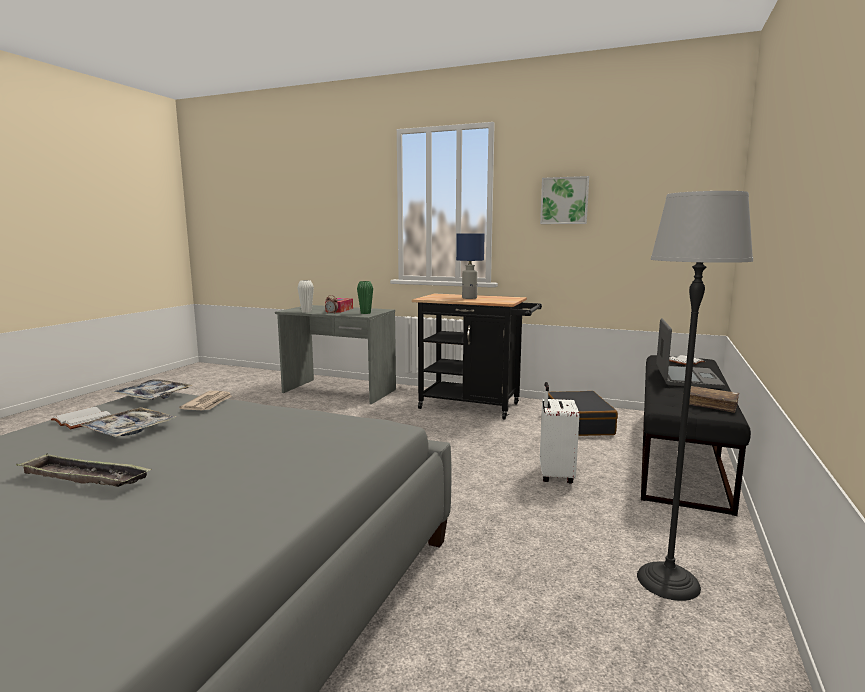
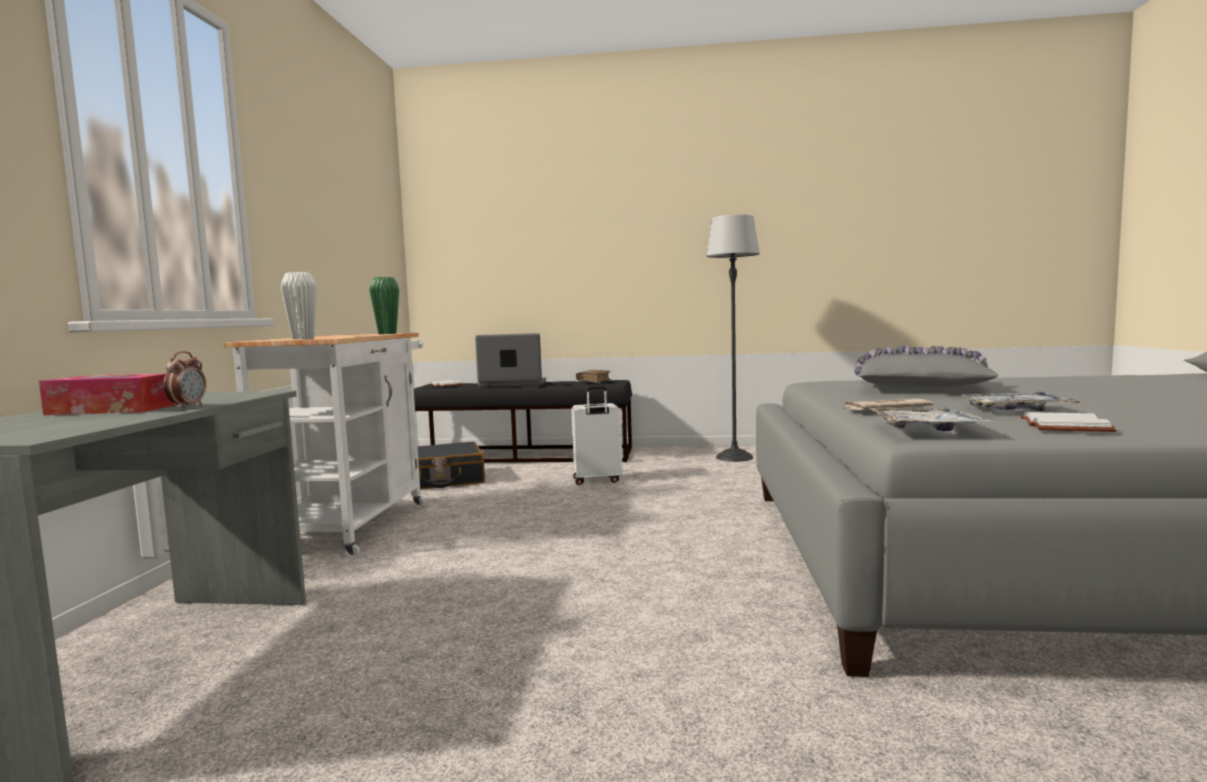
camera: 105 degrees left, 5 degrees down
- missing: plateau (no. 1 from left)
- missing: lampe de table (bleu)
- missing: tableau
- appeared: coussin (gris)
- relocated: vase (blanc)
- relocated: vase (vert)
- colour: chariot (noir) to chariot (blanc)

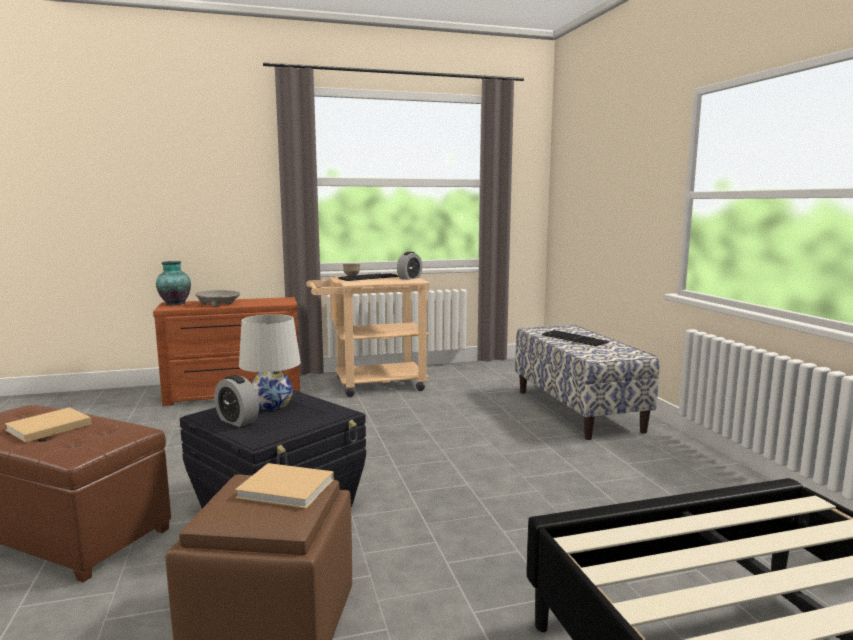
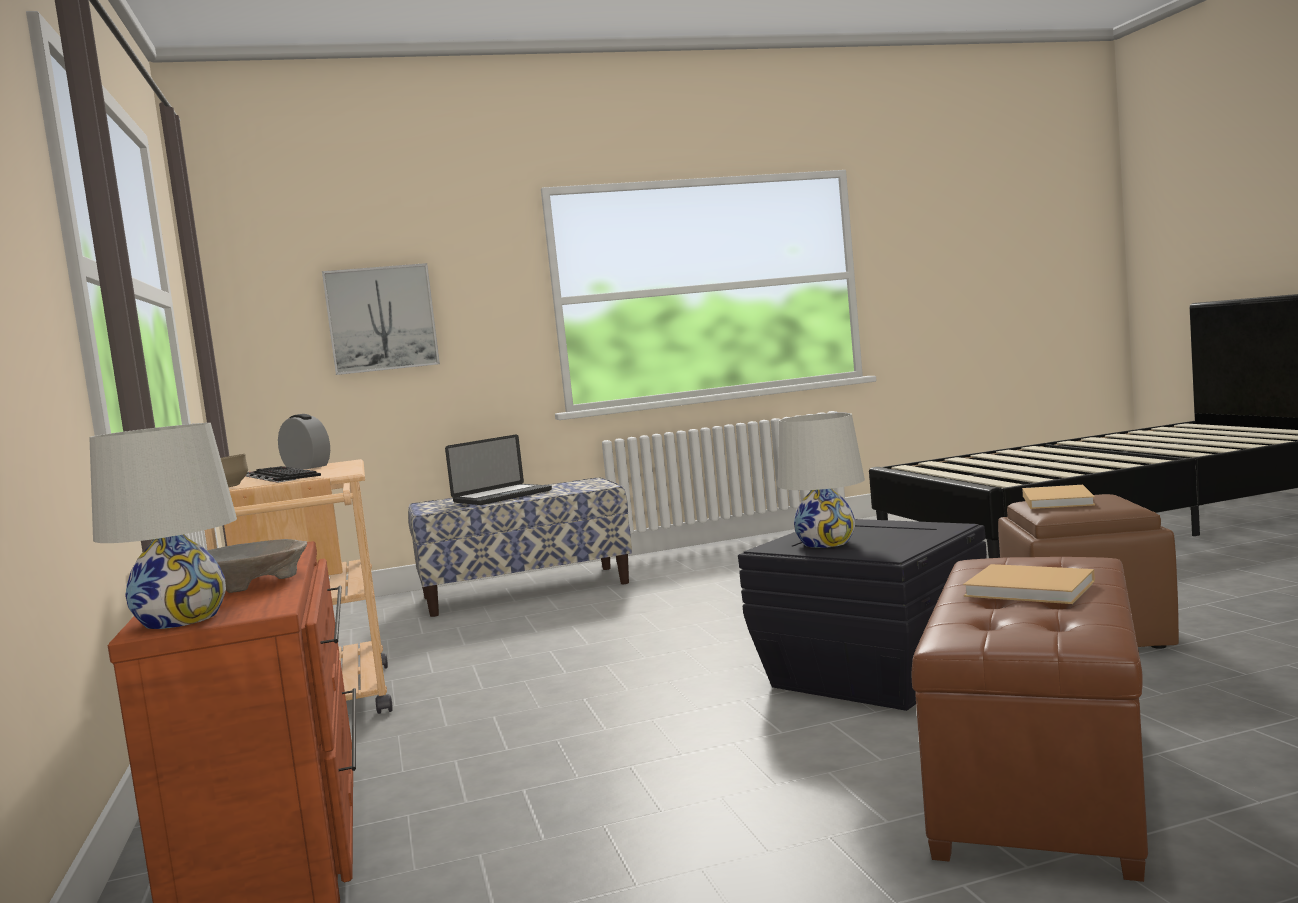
camera: 90 degrees left, 5 degrees down
- missing: réveil (no. 1 from left)
- appeared: tableau
- exchanged: vase to lampe de table (blanc) (no. 1 from left)
- exchanged: clavier (no. 2 from left) to ordinateur portable

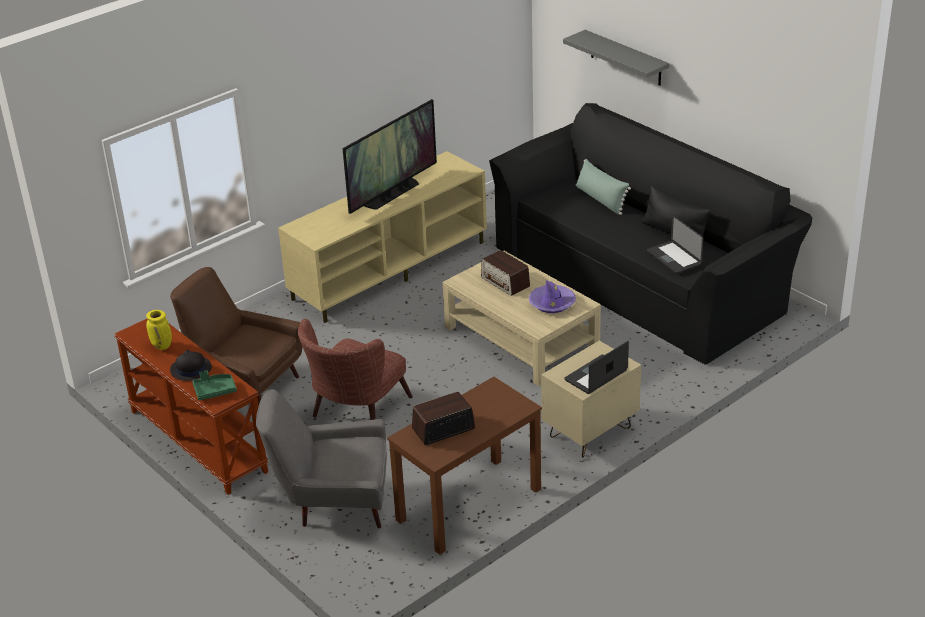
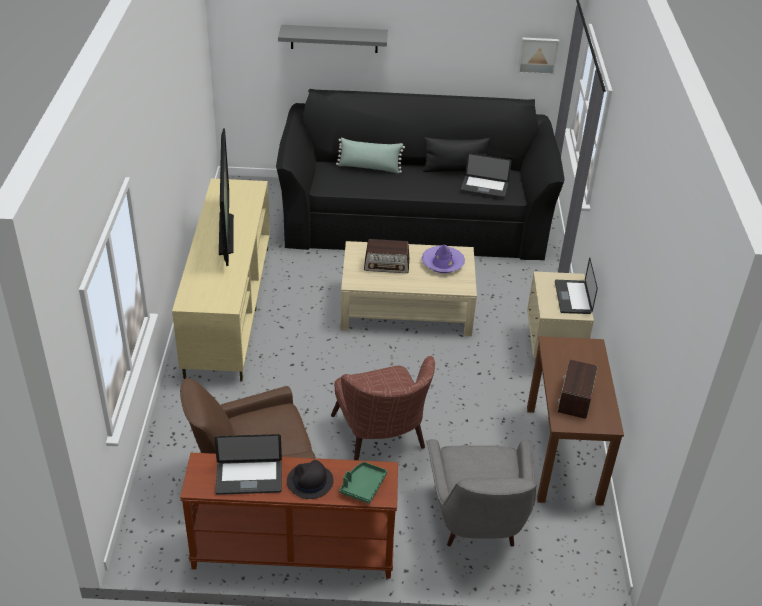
camera: 50 degrees left, 5 degrees up
- appeared: tableau
- exchanged: vase (jaune) to ordinateur portable (no. 1 from left)
- spun: fauteuil (gris) 45 degrees counterclockwise

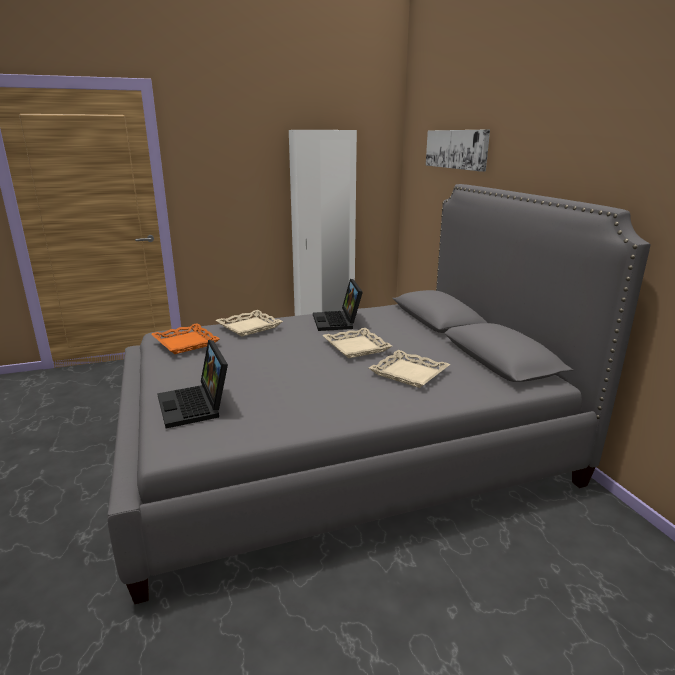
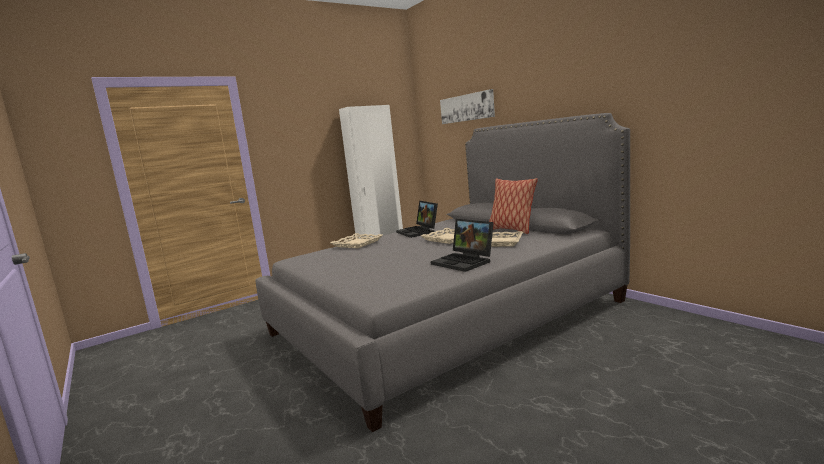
camera: 15 degrees left, 10 degrees down
- missing: plateau (orange)
- appeared: coussin
- relocated: ordinateur portable (no. 1 from left in the first image) to ordinateur portable (no. 2 from left)

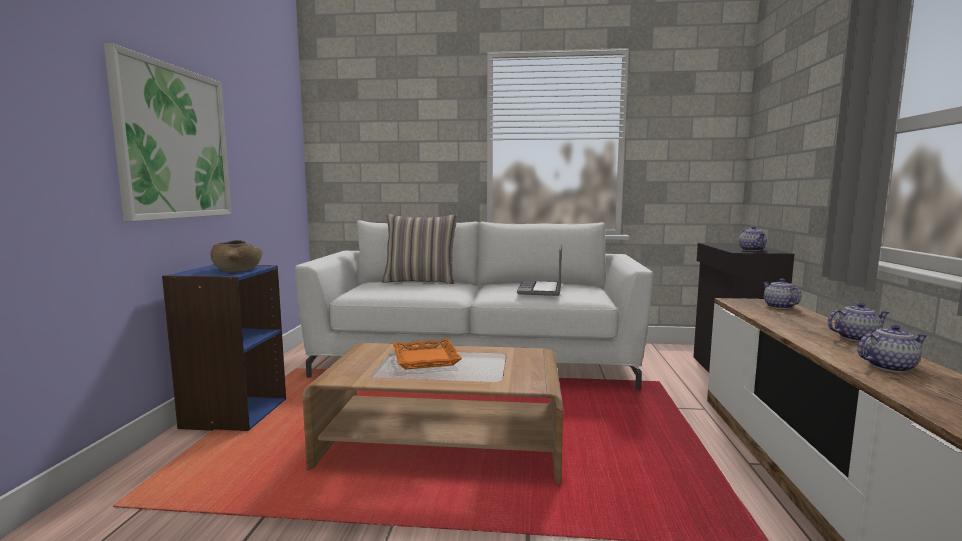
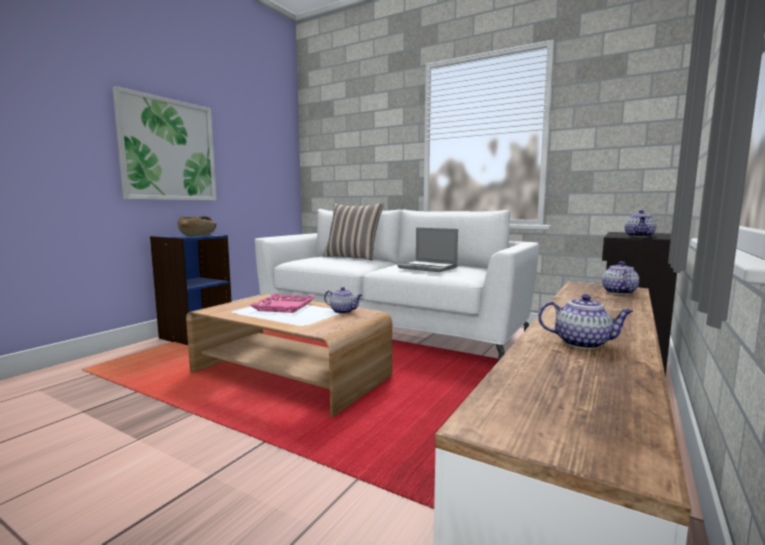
camera: 25 degrees right, 0 degrees up
- relocated: théière (no. 3 from left in the first image) to théière (no. 1 from left)
- colour: plateau (orange) to plateau (rose)
- spun: ordinateur portable 90 degrees counterclockwise

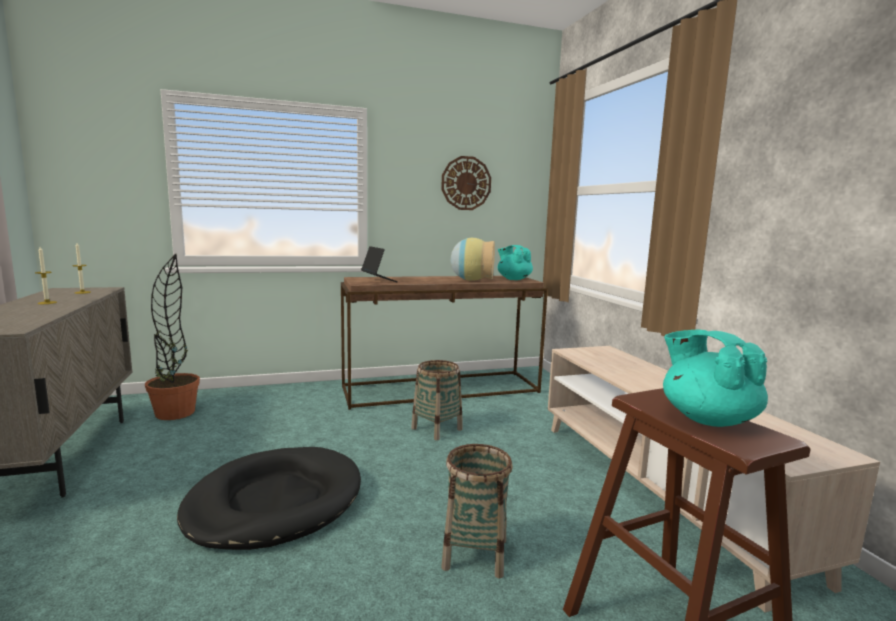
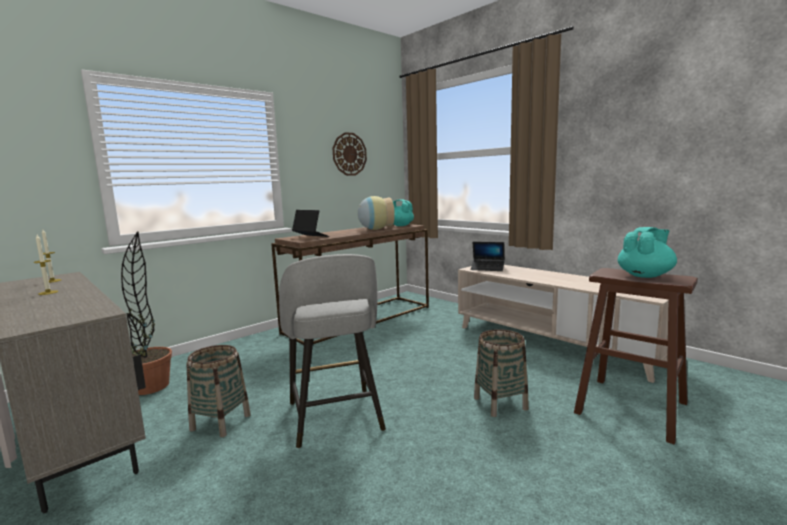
camera: 25 degrees left, 0 degrees up
- appeared: ordinateur portable (no. 2 from left)
- relocated: panier (no. 1 from left)
- exchanged: panier pour chien (noir) to tabouret (gris)
- spun: théière (turquoise) (no. 2 from left) 105 degrees clockwise

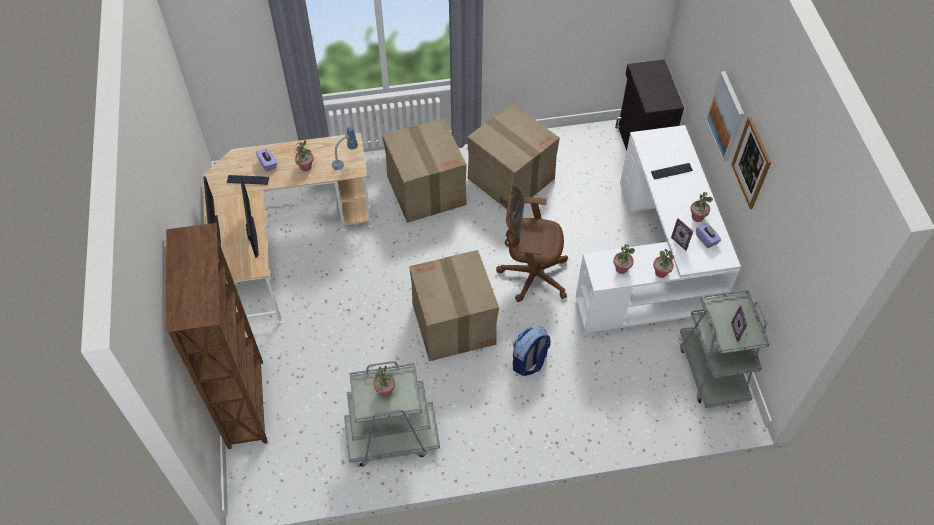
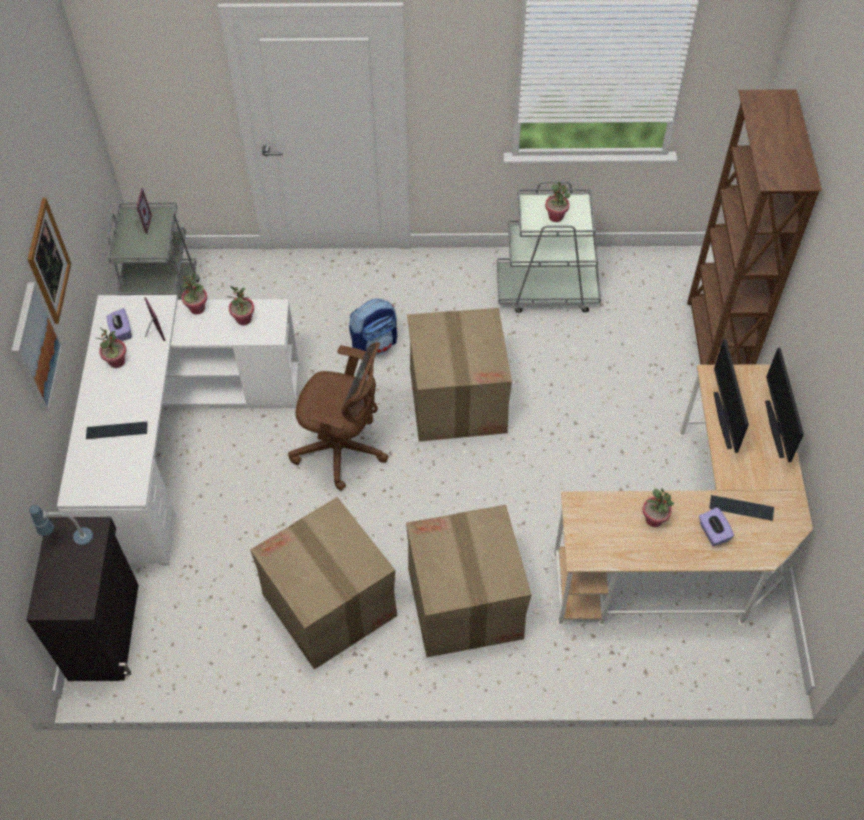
camera: 170 degrees left, 0 degrees up
- relocated: lampe de table

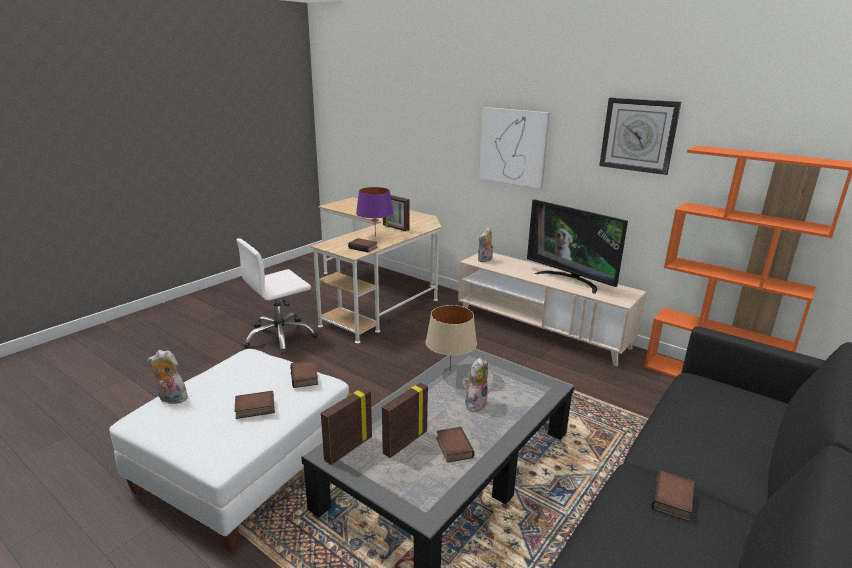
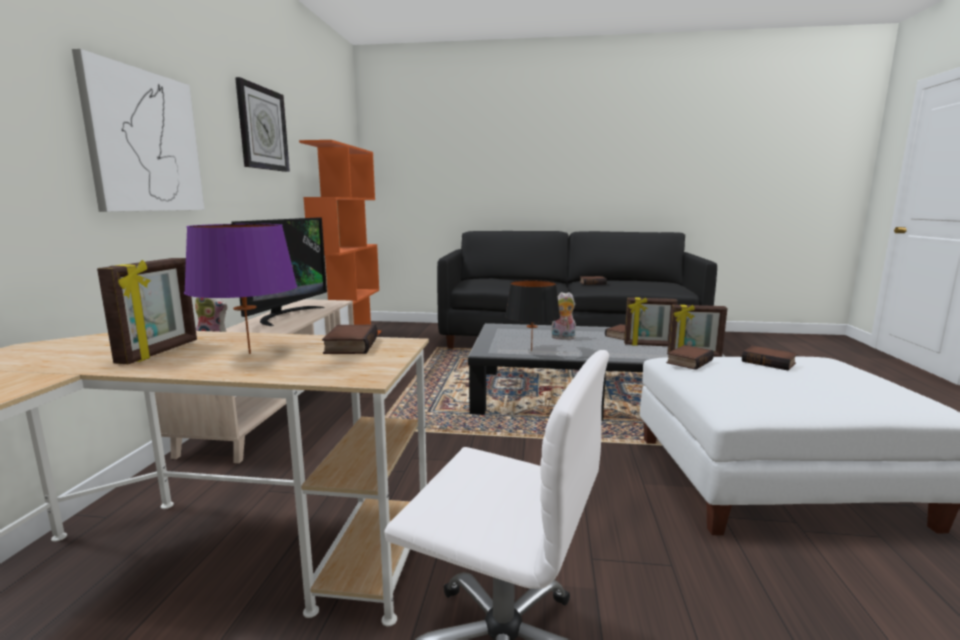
camera: 120 degrees left, 10 degrees down
- missing: peluche (no. 1 from left)
- colour: lampe de table (beige) to lampe de table (noir)

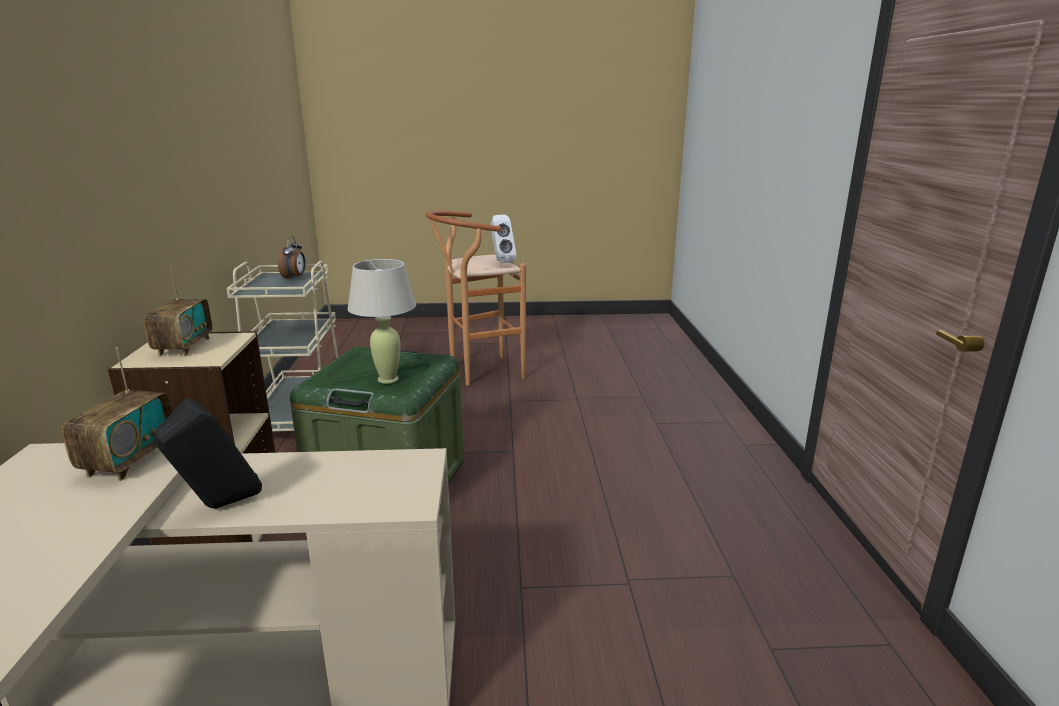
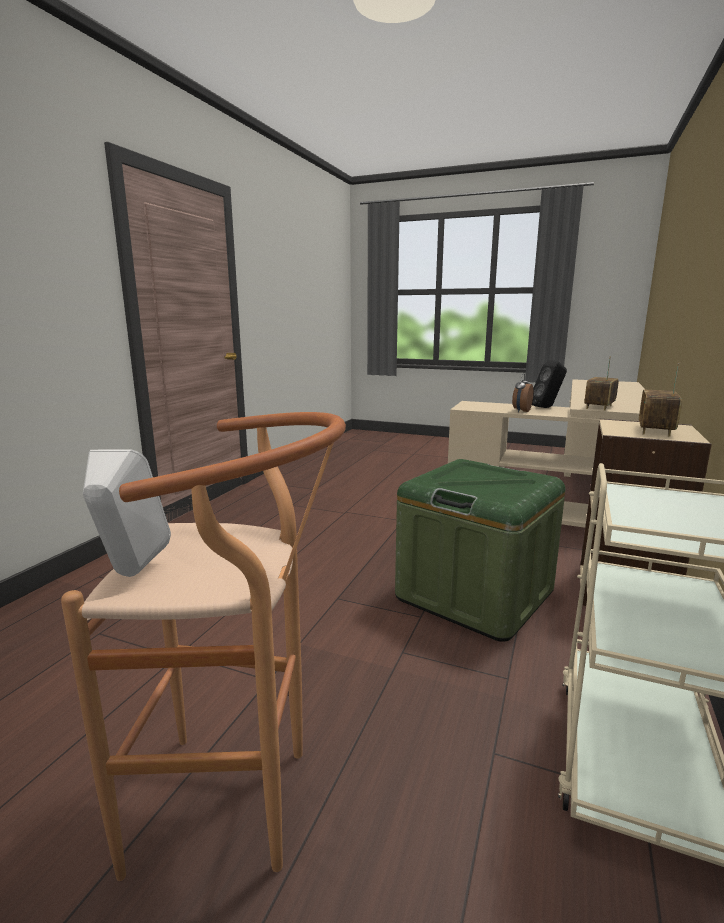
camera: 155 degrees left, 5 degrees down
- missing: lampe de table (beige)
- relocated: réveil

